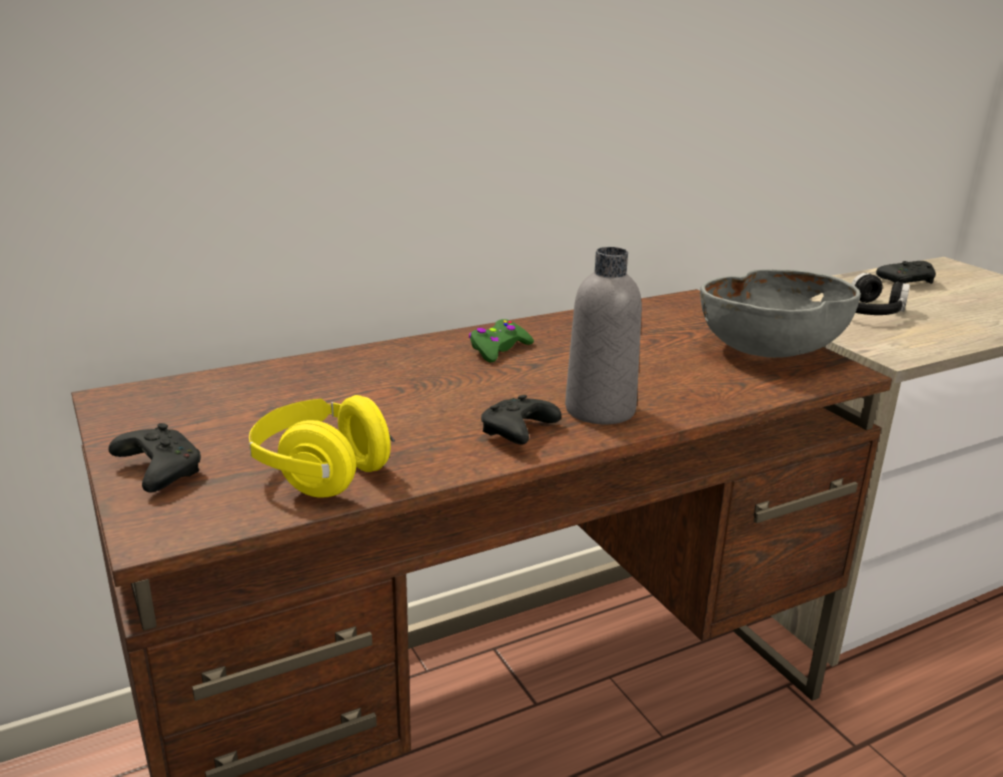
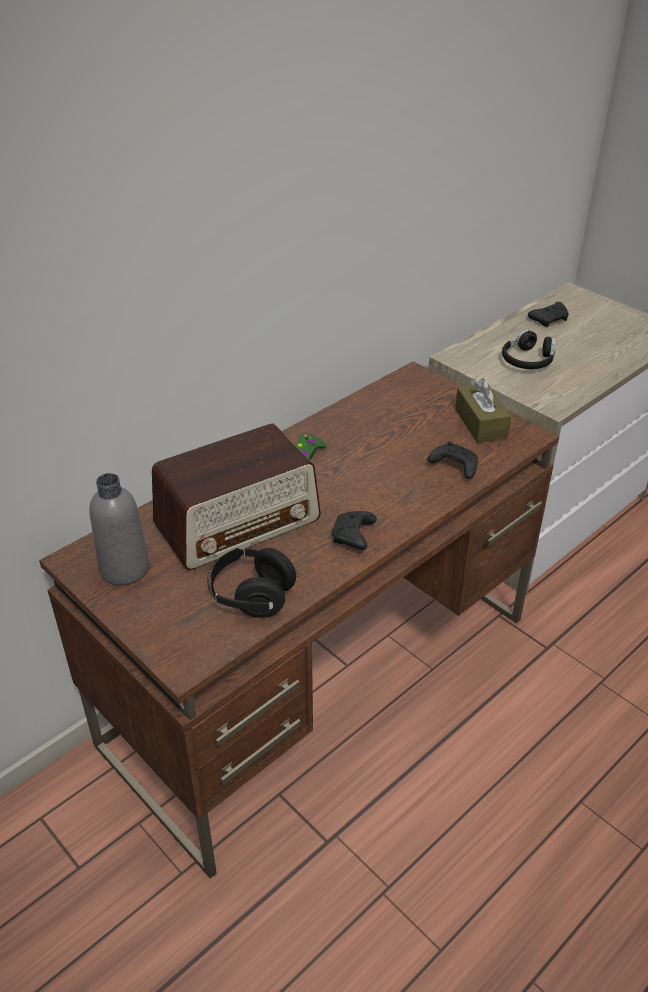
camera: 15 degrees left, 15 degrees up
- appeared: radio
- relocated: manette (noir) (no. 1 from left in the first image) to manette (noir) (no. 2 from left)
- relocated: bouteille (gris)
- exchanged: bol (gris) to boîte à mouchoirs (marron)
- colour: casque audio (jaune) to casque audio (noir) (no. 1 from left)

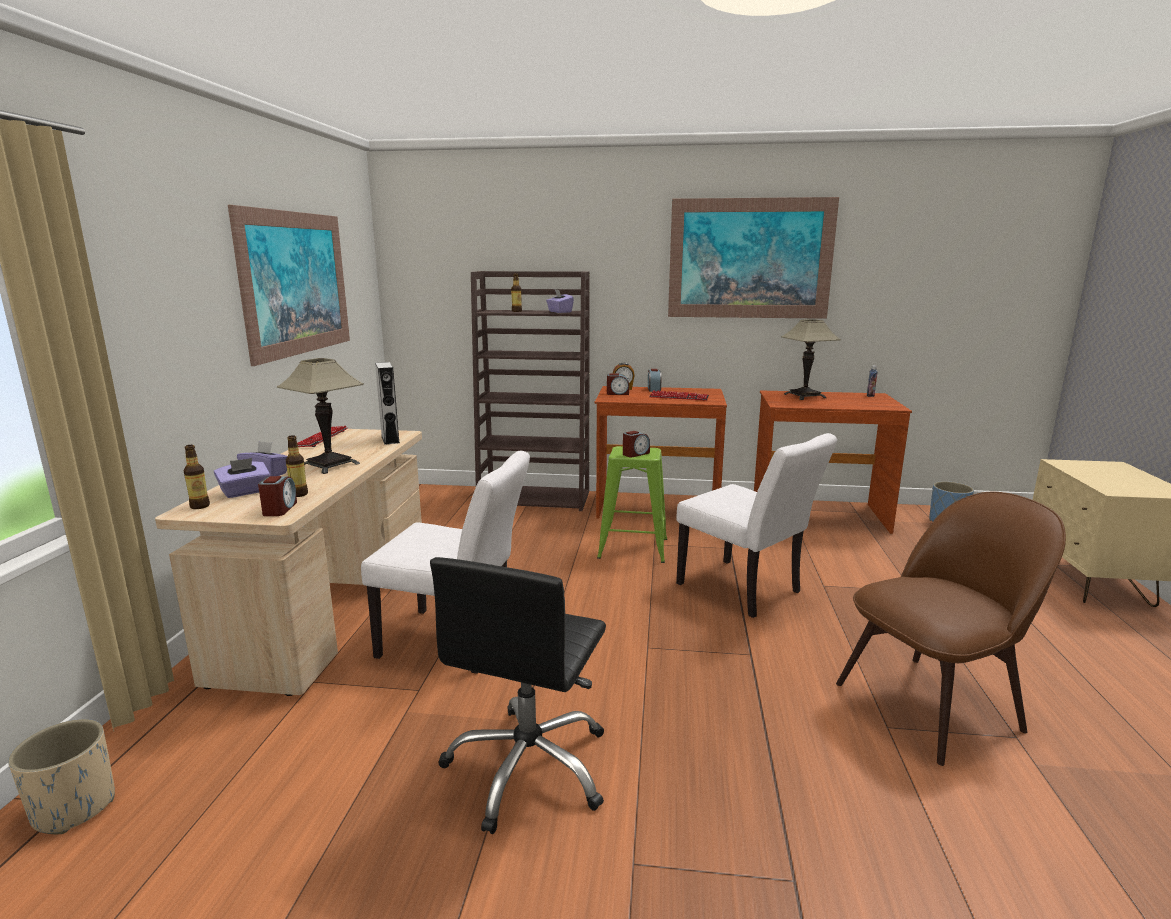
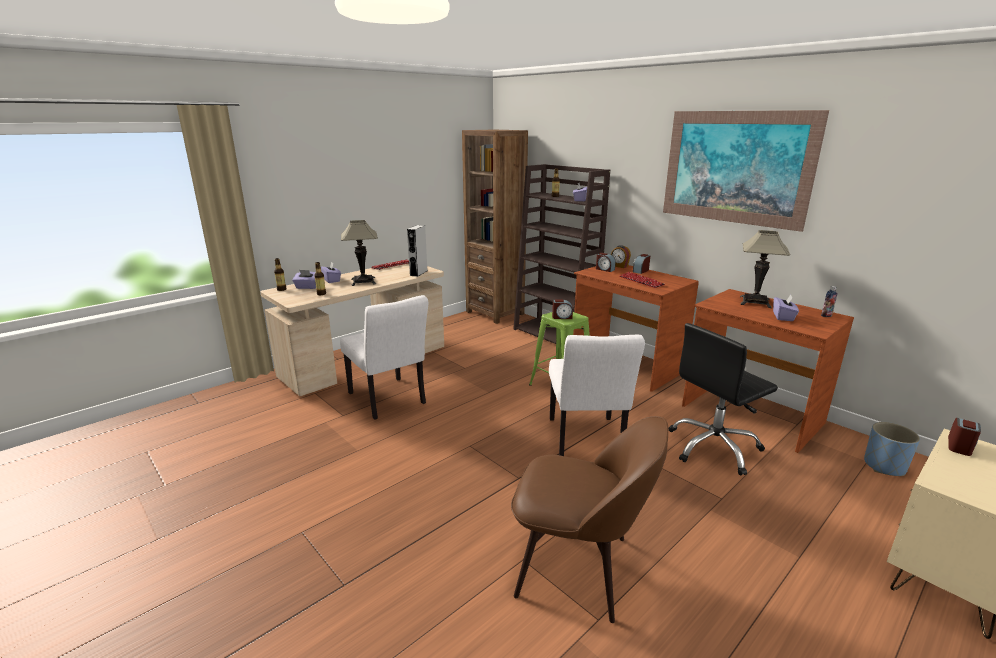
camera: 40 degrees right, 5 degrees up
- missing: cache-pot (beige)
- missing: tableau (no. 1 from left)
- appeared: bibliothèque (marron) (no. 1 from left)
- appeared: boîte à mouchoirs (violet) (no. 4 from left)
- relocated: réveil (no. 1 from left in the first image) to réveil (no. 5 from left)
- relocated: chaise de bureau (noir)

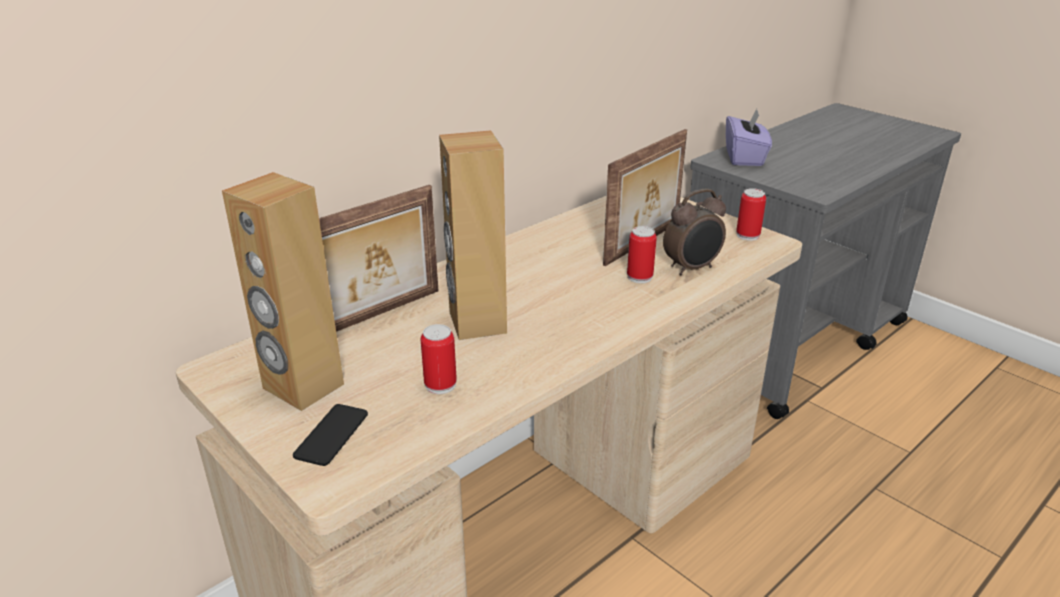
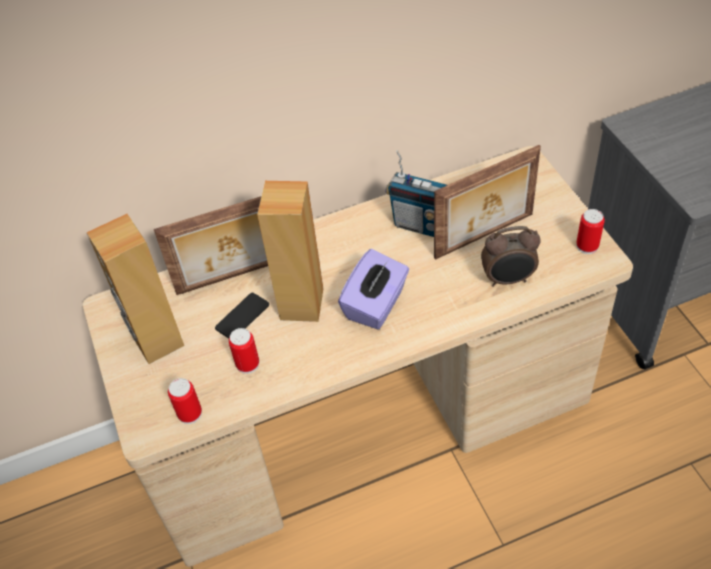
camera: 25 degrees right, 20 degrees up
- appeared: radio
- relocated: téléphone
- relocated: boîte métallique (no. 2 from left in the first image) to boîte métallique (no. 1 from left)
- relocated: boîte à mouchoirs (violet)

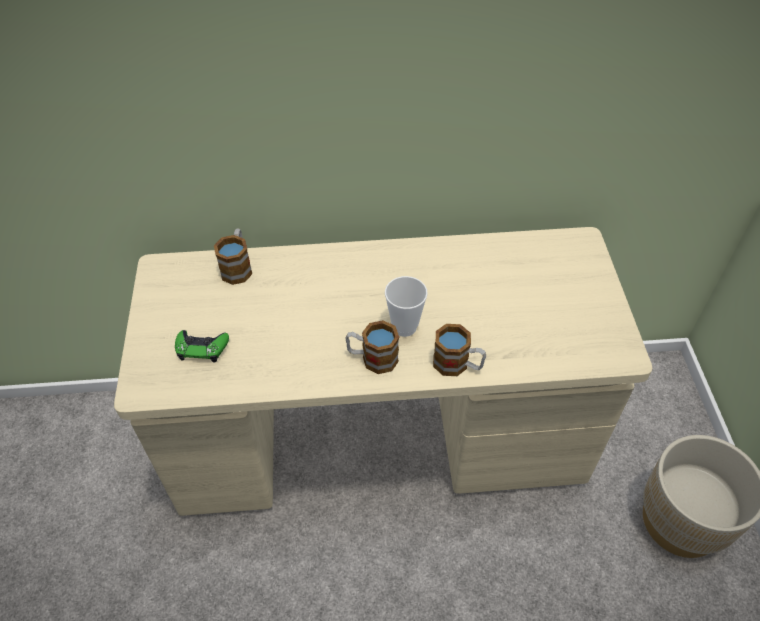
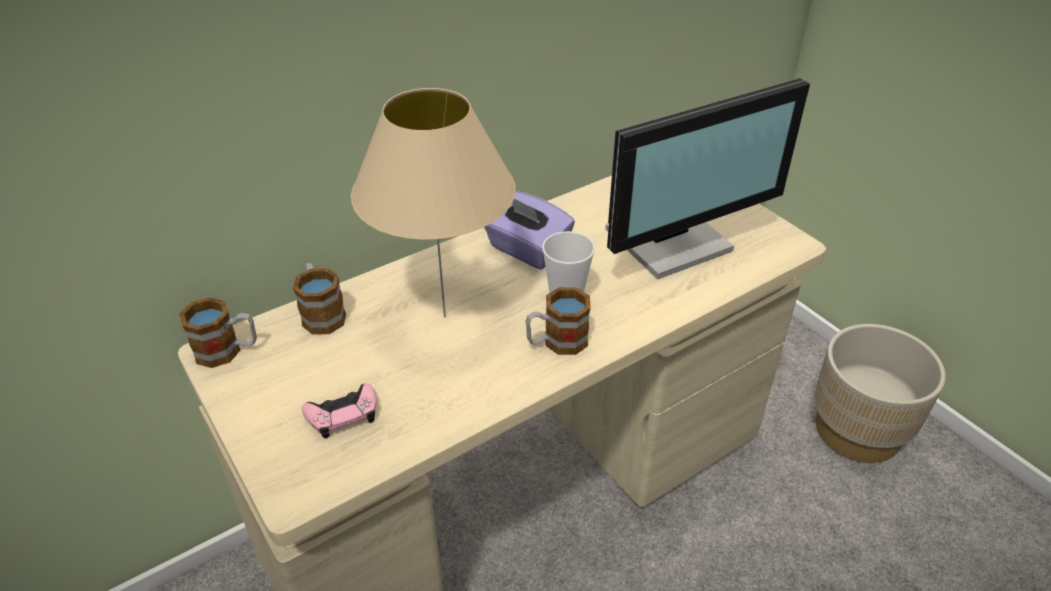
camera: 30 degrees left, 10 degrees down
- appeared: lampe de table (beige)
- appeared: boîte à mouchoirs (violet)
- appeared: écran d'ordinateur
- relocated: mug (no. 3 from left in the first image) to mug (no. 1 from left)
- colour: manette (vert) to manette (rose)

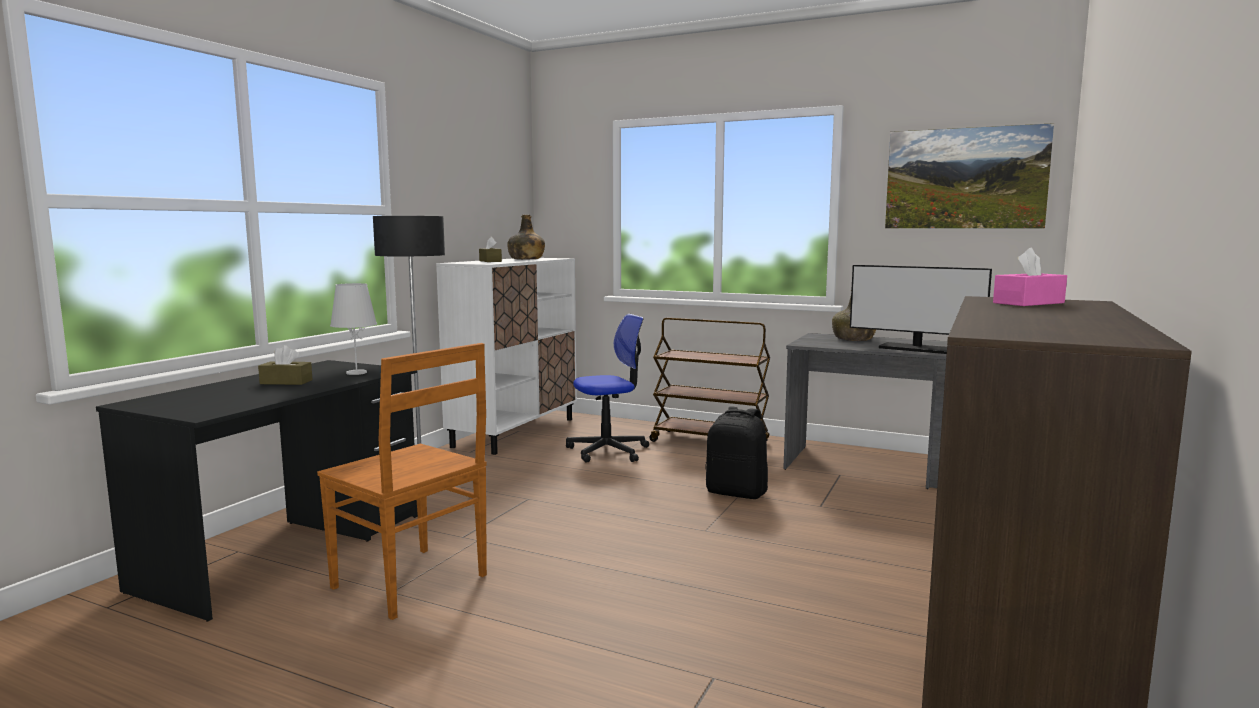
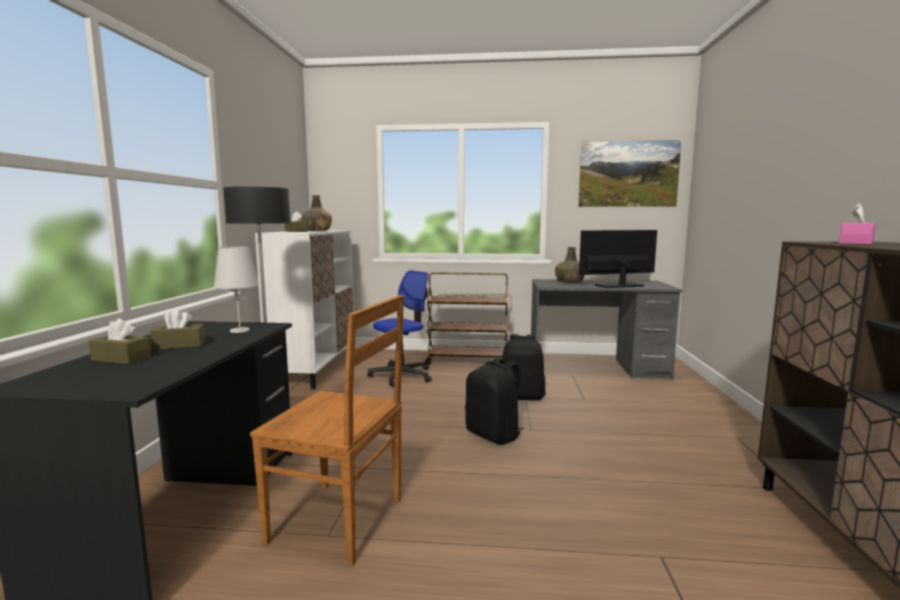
camera: 20 degrees left, 0 degrees up
- appeared: boîte à mouchoirs (marron) (no. 1 from left)
- appeared: sac à dos (noir) (no. 1 from left)
- spun: écran d'ordinateur 150 degrees clockwise

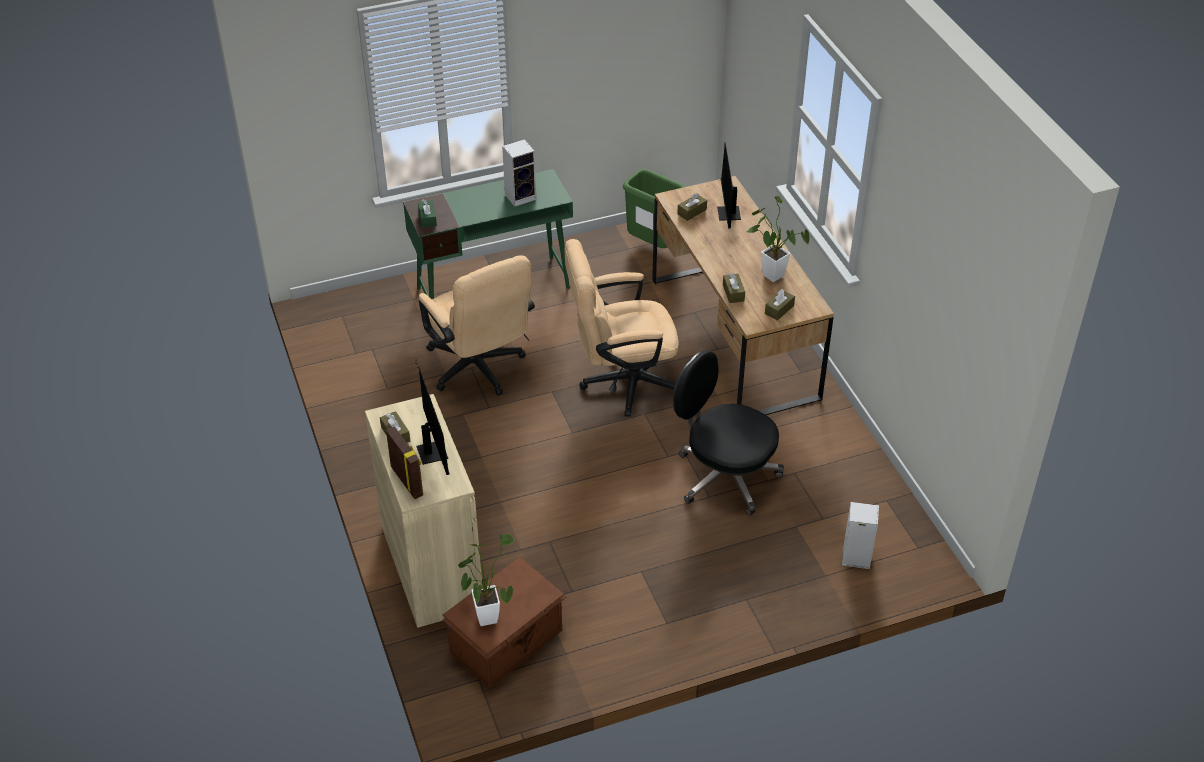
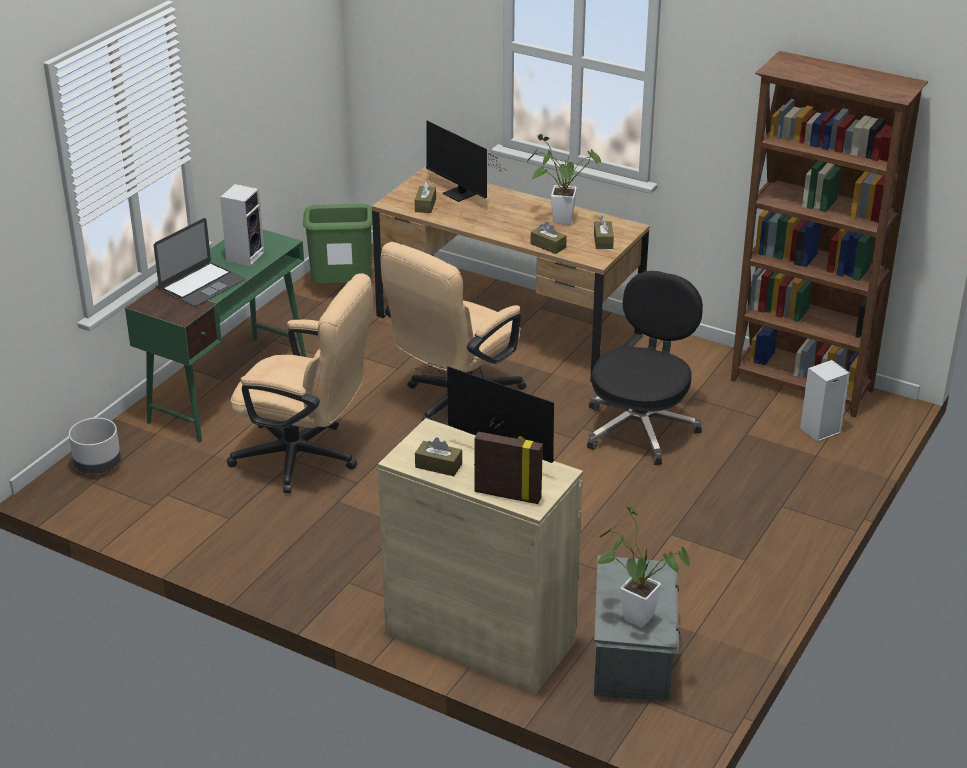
camera: 40 degrees left, 10 degrees down
- missing: boîte à mouchoirs (vert)
- appeared: cache-pot (gris)
- appeared: ordinateur portable
- appeared: bibliothèque (marron)
- colour: boîte de rangement (marron) to boîte de rangement (gris)
- spun: chaise de bureau (noir) 120 degrees clockwise

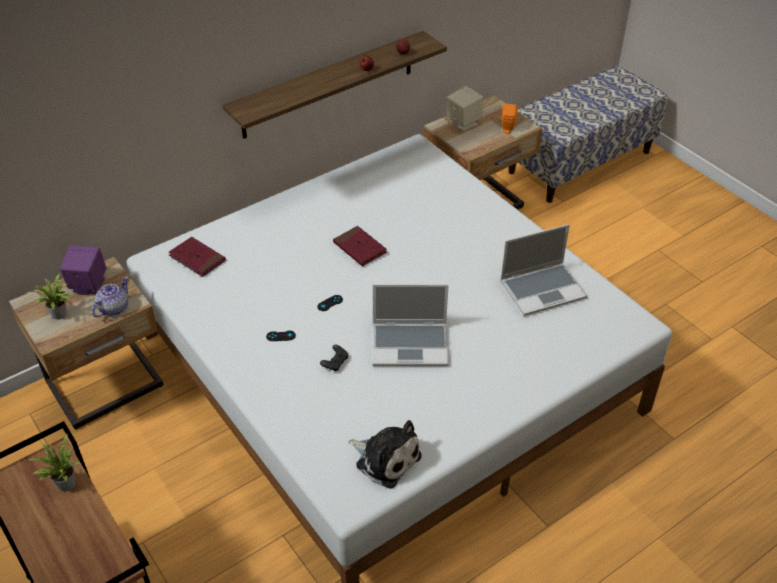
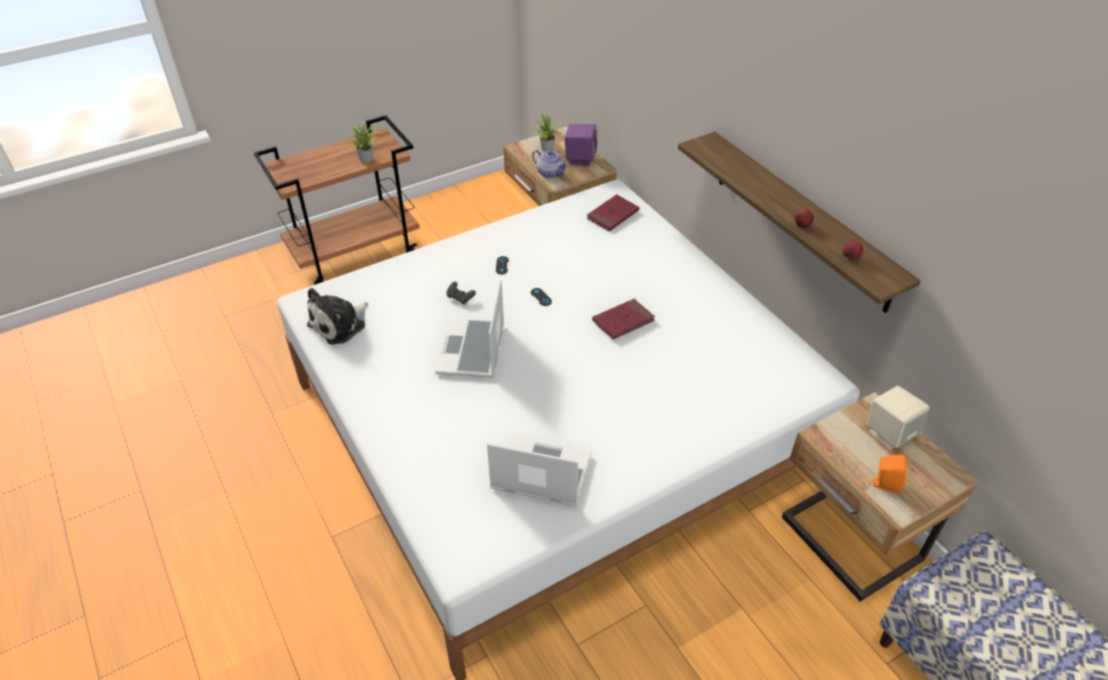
camera: 95 degrees right, 0 degrees up
- spun: ordinateur portable (no. 2 from left) 120 degrees clockwise

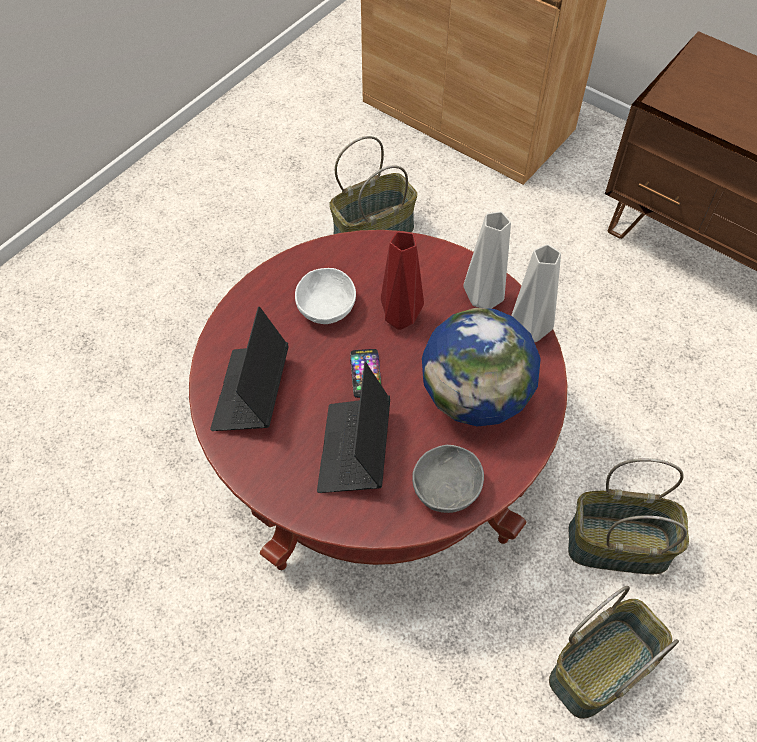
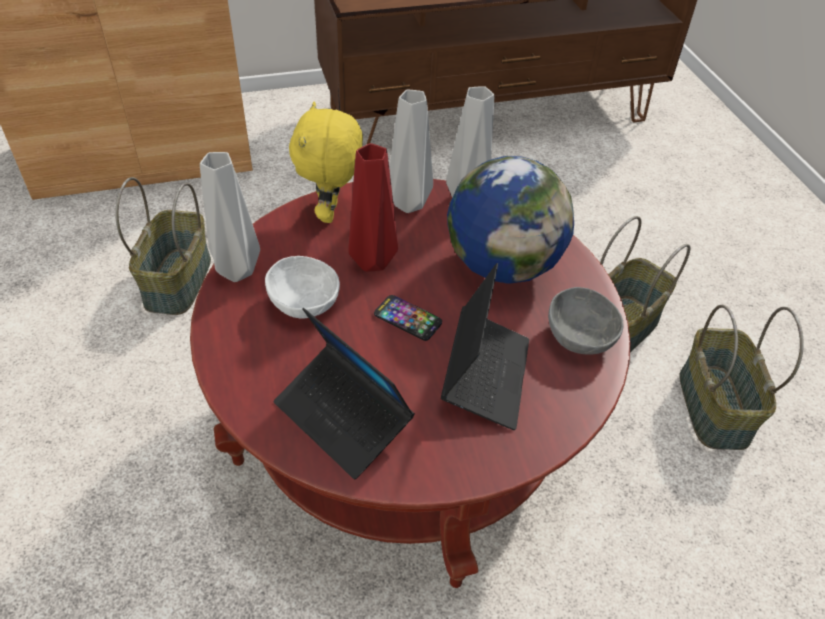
camera: 55 degrees left, 10 degrees down
- appeared: vase (gris) (no. 1 from left)
- appeared: peluche (jaune)
- spun: ordinateur portable (no. 2 from left) 120 degrees counterclockwise

